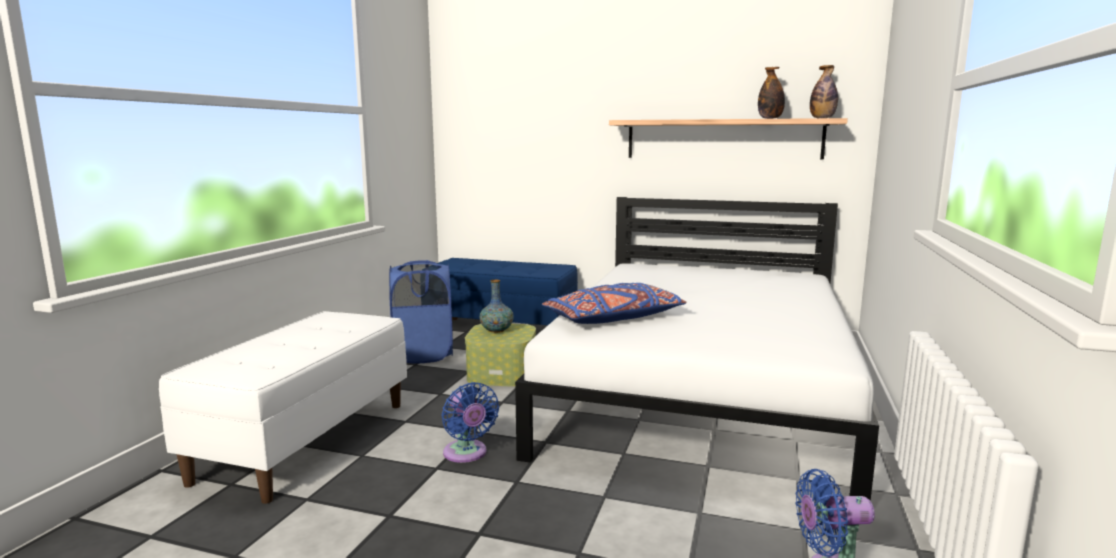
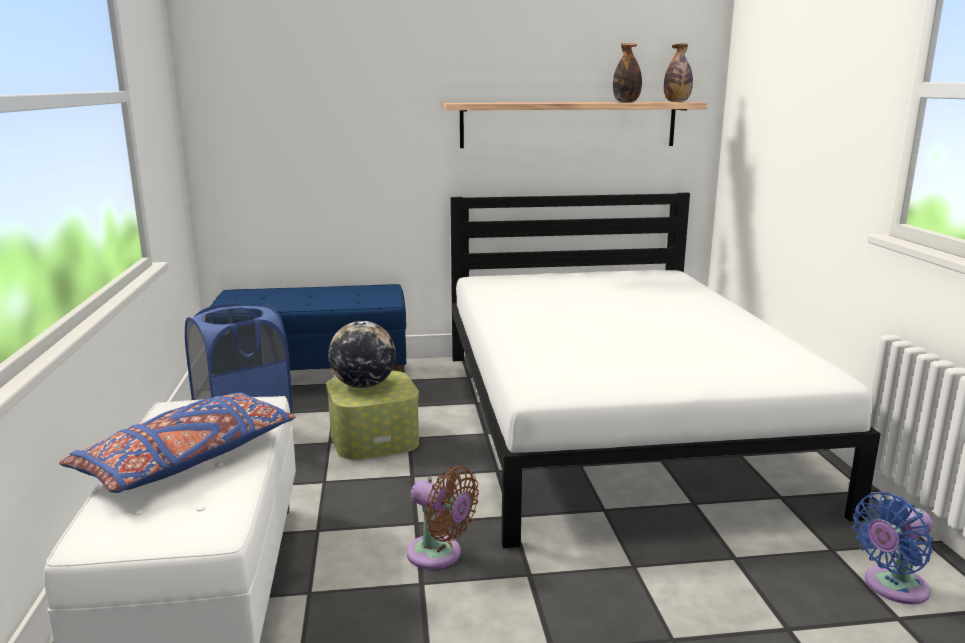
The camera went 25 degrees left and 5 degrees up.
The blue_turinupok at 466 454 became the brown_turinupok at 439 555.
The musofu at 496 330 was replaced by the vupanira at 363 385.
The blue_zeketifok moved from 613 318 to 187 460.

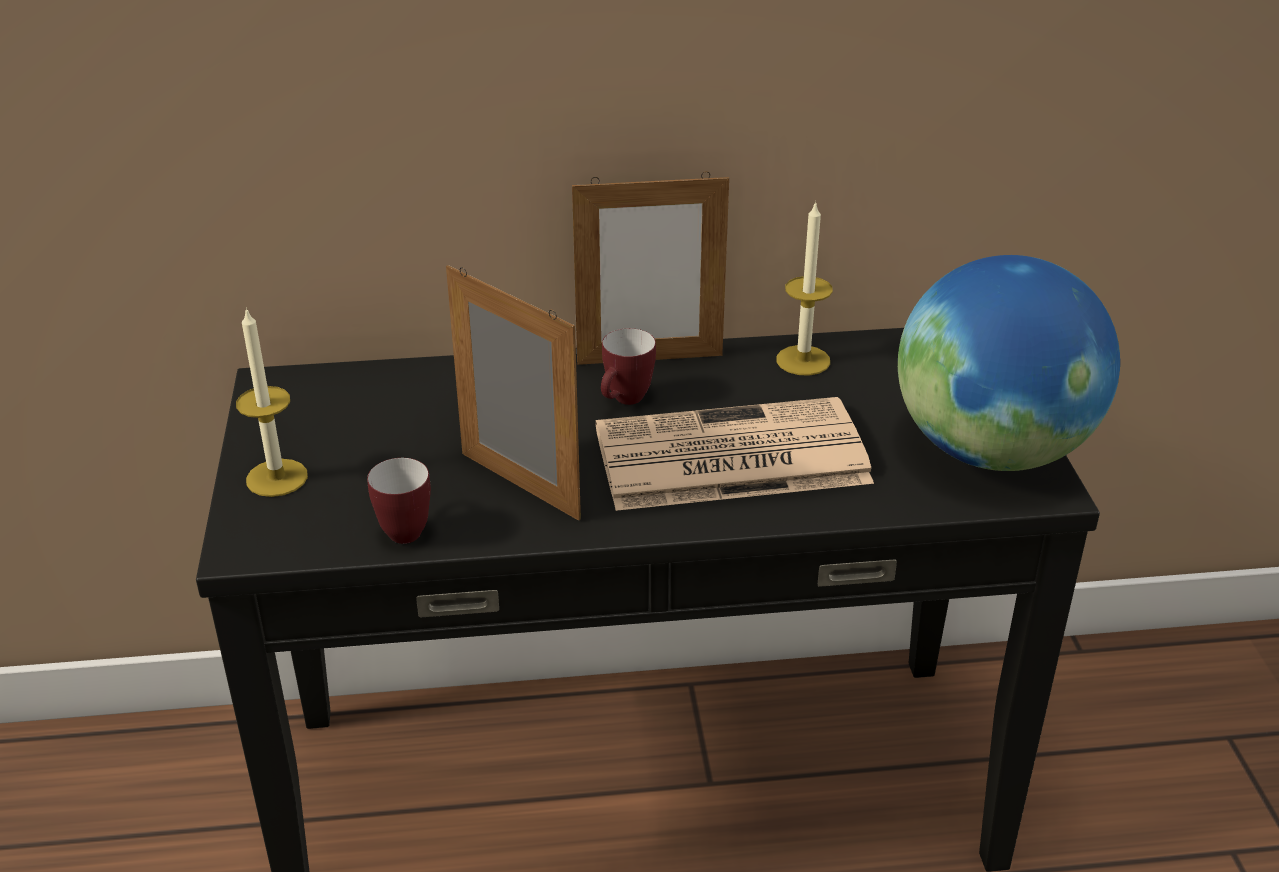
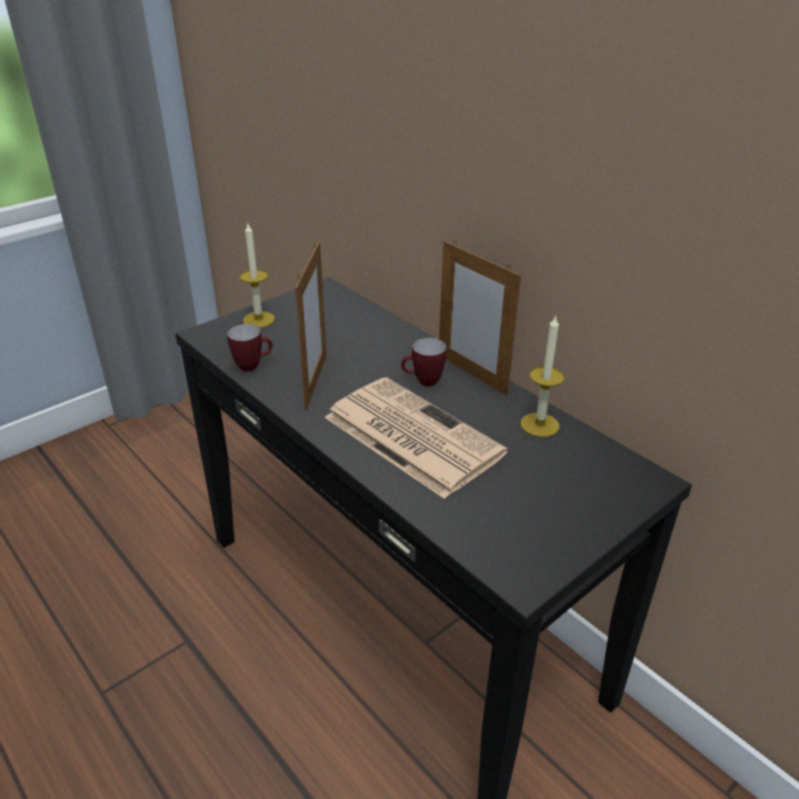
The camera went 55 degrees right and 0 degrees up.
The vupanira at 990 450 disappeared.

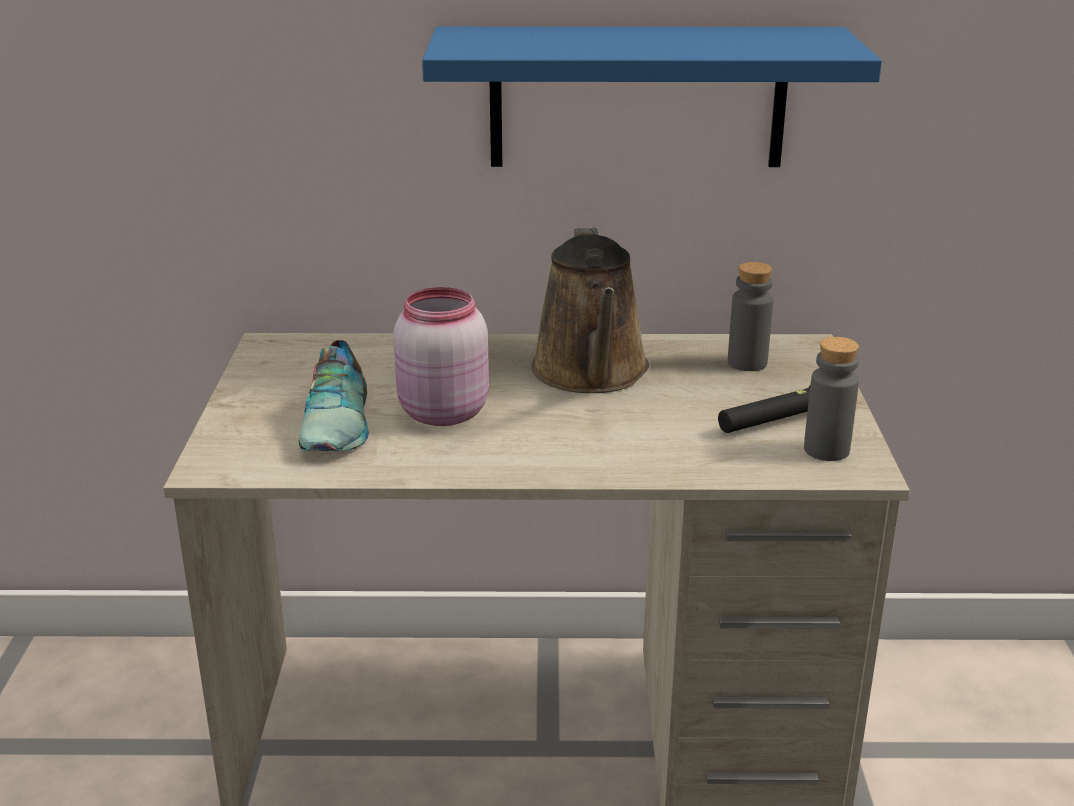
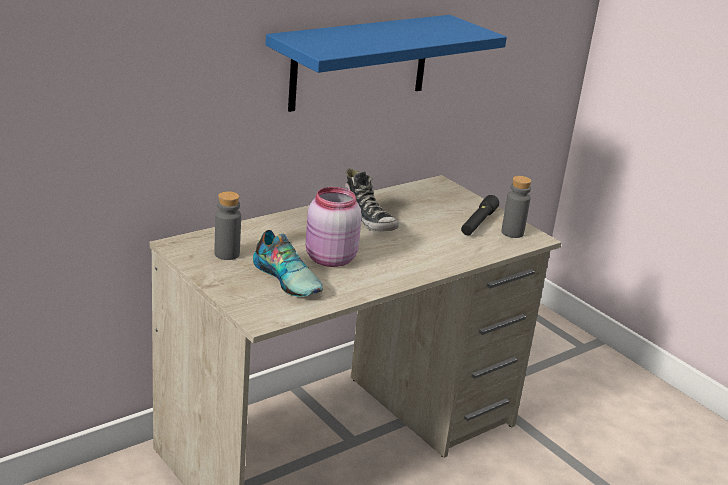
The camera went 40 degrees left and 0 degrees up.
The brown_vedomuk at 591 373 was replaced by the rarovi at 368 220.
The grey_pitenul moved from 747 363 to 227 254.

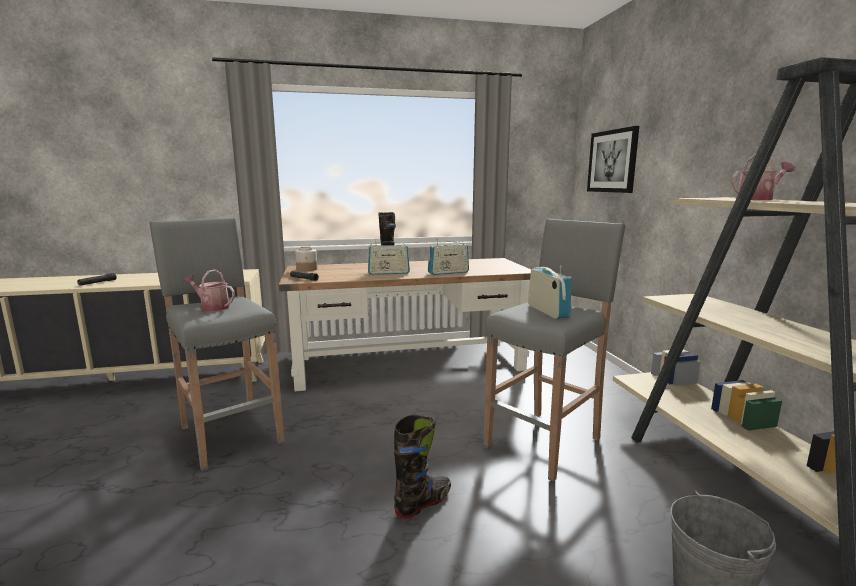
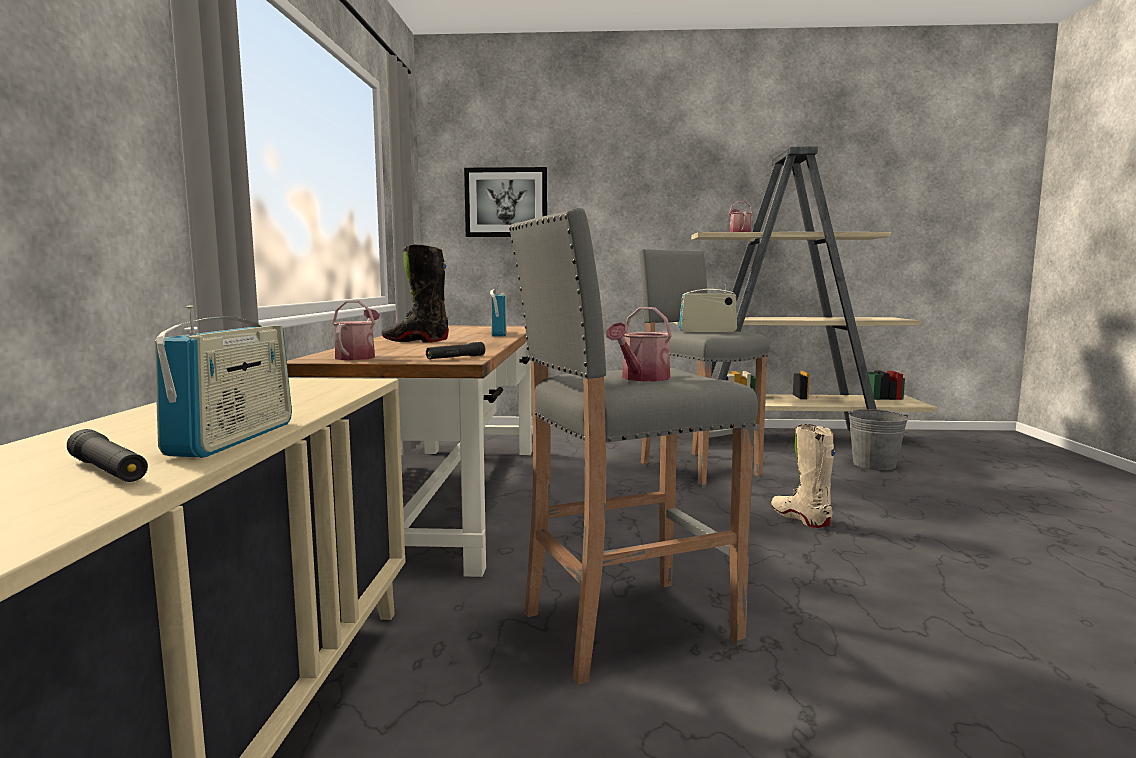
The camera went 75 degrees left and 5 degrees down.
The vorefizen at 307 269 was replaced by the vedomuk at 358 357.
The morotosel moved from 388 273 to 233 438.
The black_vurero at 423 502 became the beige_vurero at 800 518.

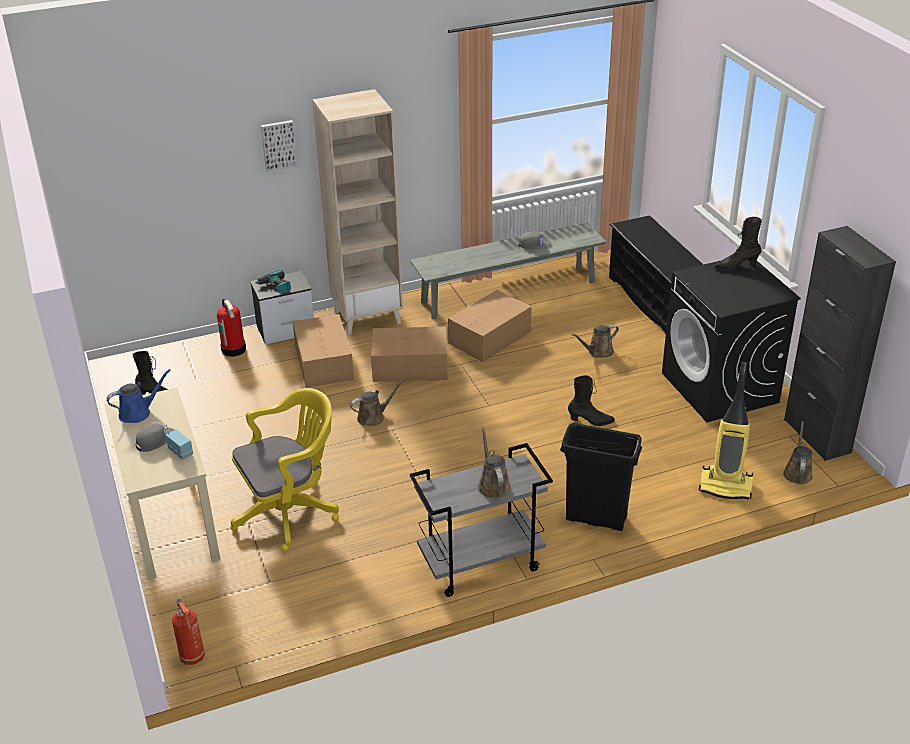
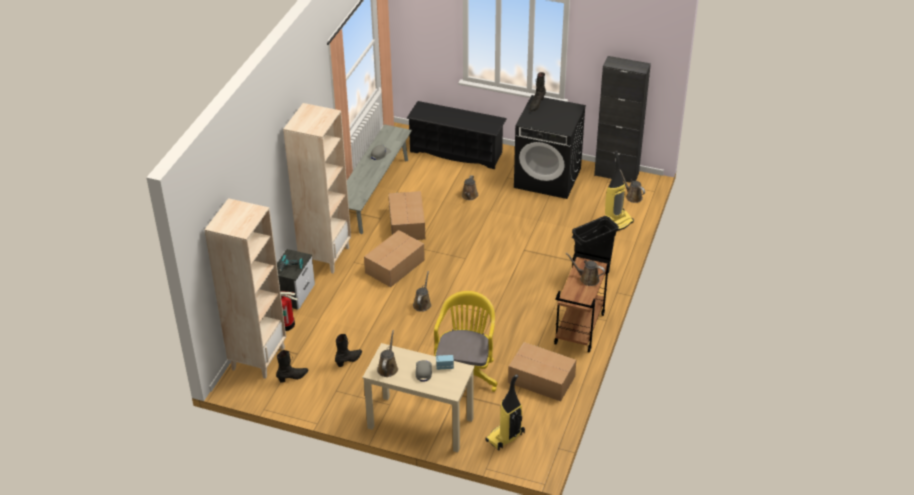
The camera went 50 degrees left and 5 degrees up.
The blue_vedomuk at 138 413 became the brown_vedomuk at 388 367.
The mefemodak at 193 658 disappeared.
The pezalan at 278 145 disappeared.
The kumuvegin moved from 323 363 to 542 380.
The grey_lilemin at 480 564 became the brown_lilemin at 580 329.
The black_vurero moved from 590 421 to 349 360.
The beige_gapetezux at 258 358 appeared.
The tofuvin at 505 437 appeared.

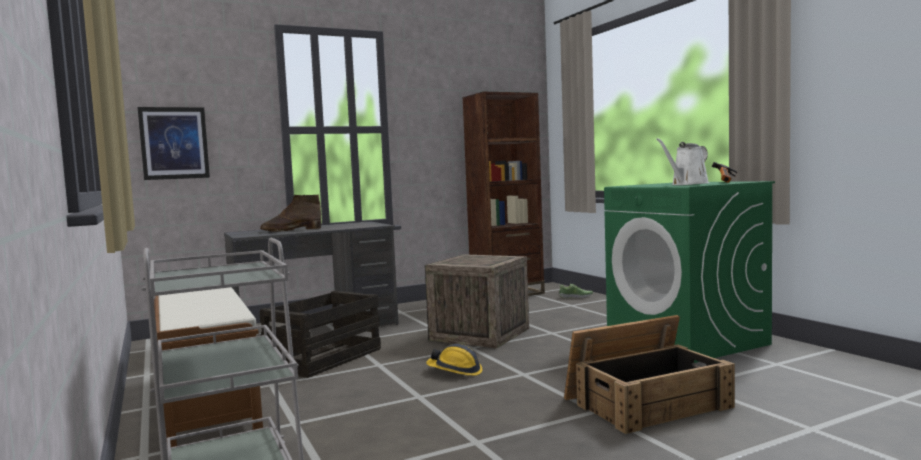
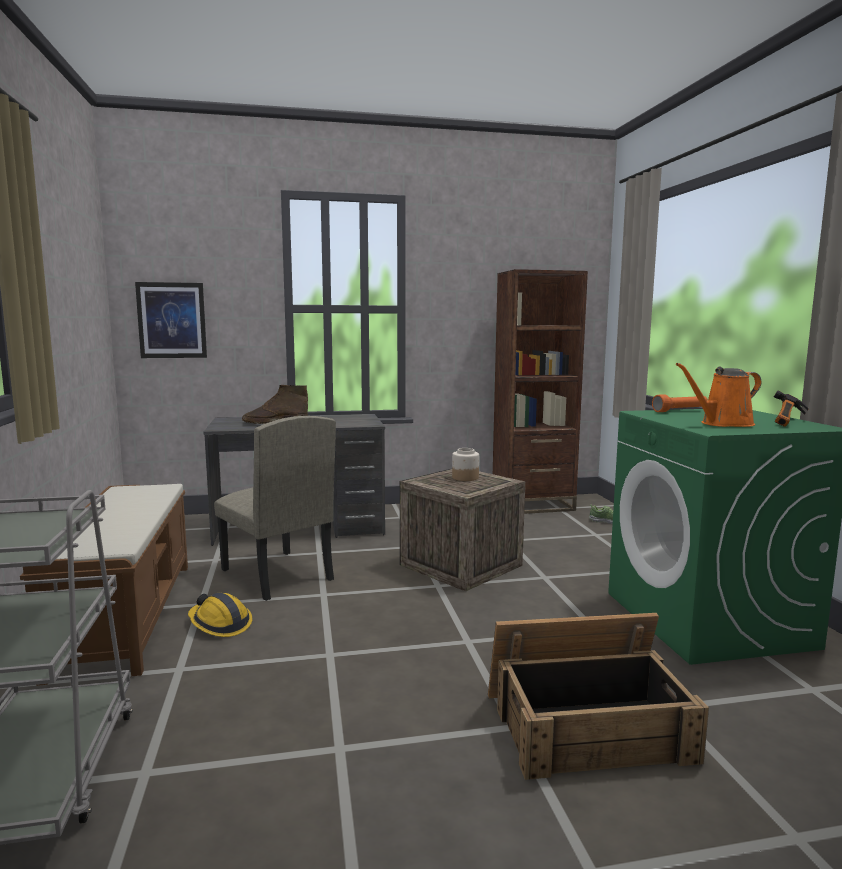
The camera went 15 degrees right and 5 degrees up.
The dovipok at 324 359 was replaced by the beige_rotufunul at 276 575.
The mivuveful moved from 455 371 to 219 624.
The white_vedomuk at 687 184 became the orange_vedomuk at 723 424.
The vorefizen at 465 478 appeared.
The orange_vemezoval at 680 411 appeared.

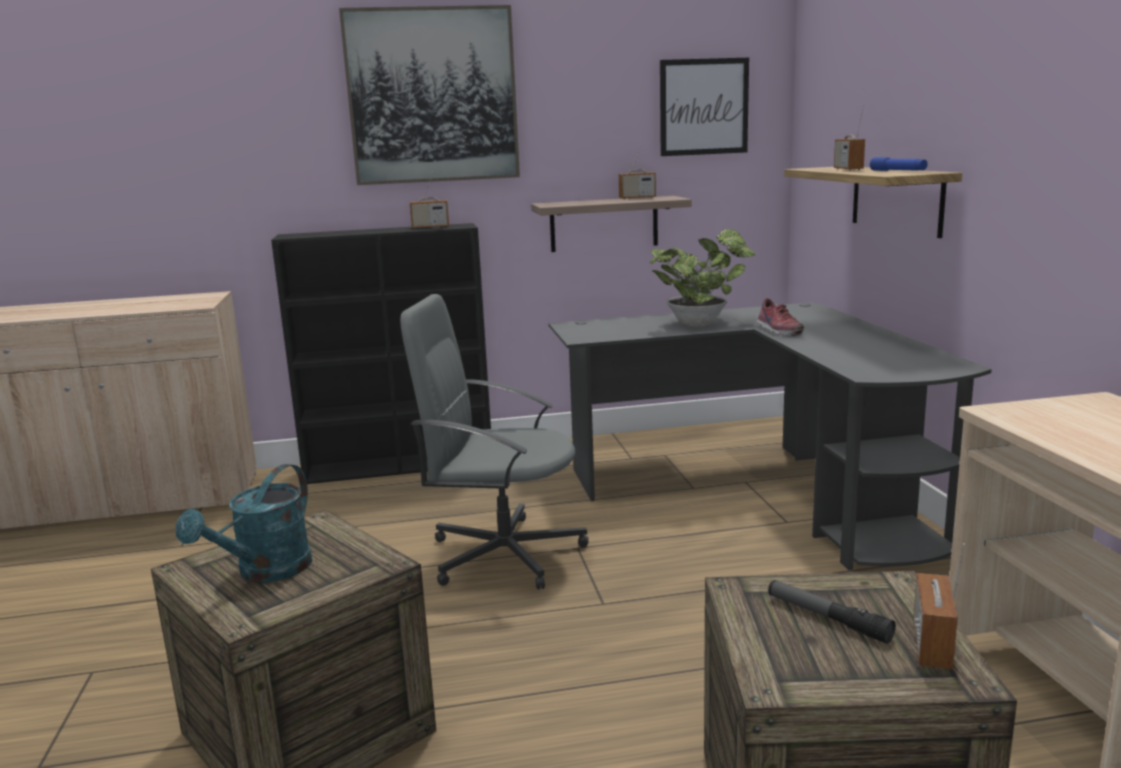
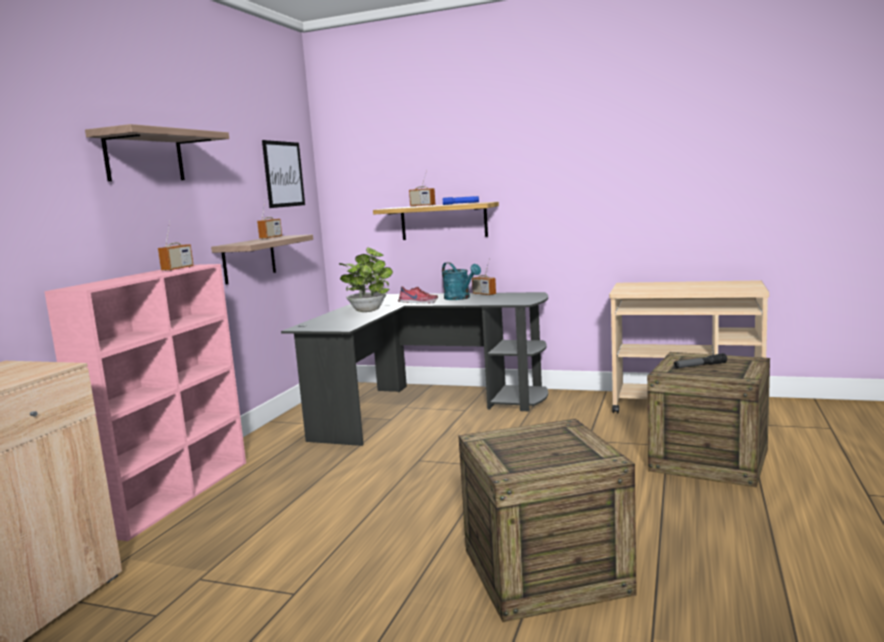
The camera went 60 degrees left and 5 degrees down.
The turquoise_vedomuk moved from 265 572 to 460 298.
The black_gapetezux at 401 465 became the pink_gapetezux at 176 494.
The pezalan at 432 96 was replaced by the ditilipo at 144 157.
The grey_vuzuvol at 503 554 disappeared.
The morotosel moved from 931 646 to 484 294.

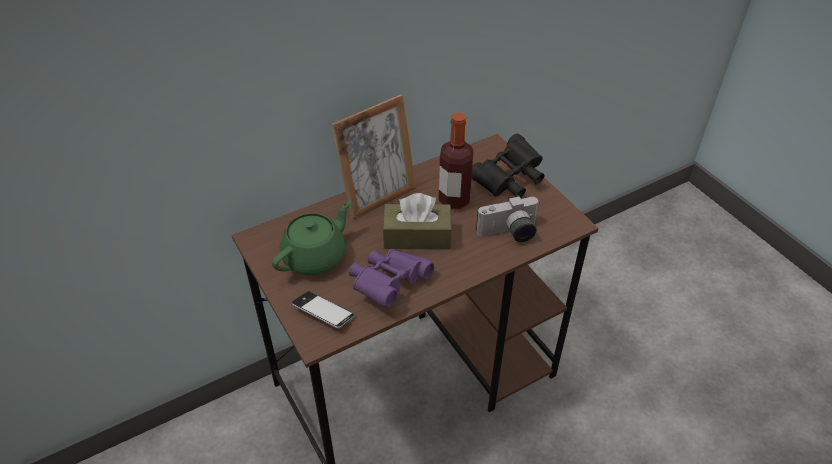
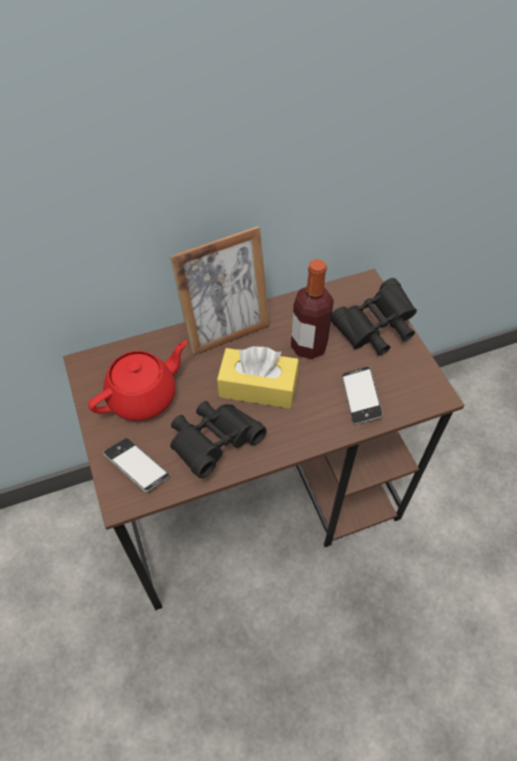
The camera went 10 degrees right and 10 degrees up.
The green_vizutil at 315 257 became the red_vizutil at 144 396.
The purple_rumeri at 388 284 became the black_rumeri at 214 442.
The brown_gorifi at 417 236 became the yellow_gorifi at 258 387.
The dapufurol at 509 233 was replaced by the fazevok at 361 398.

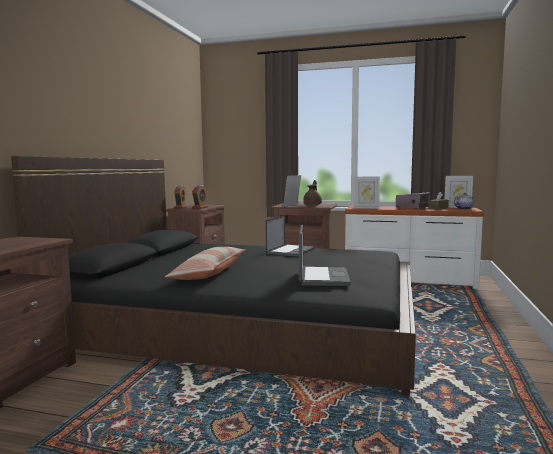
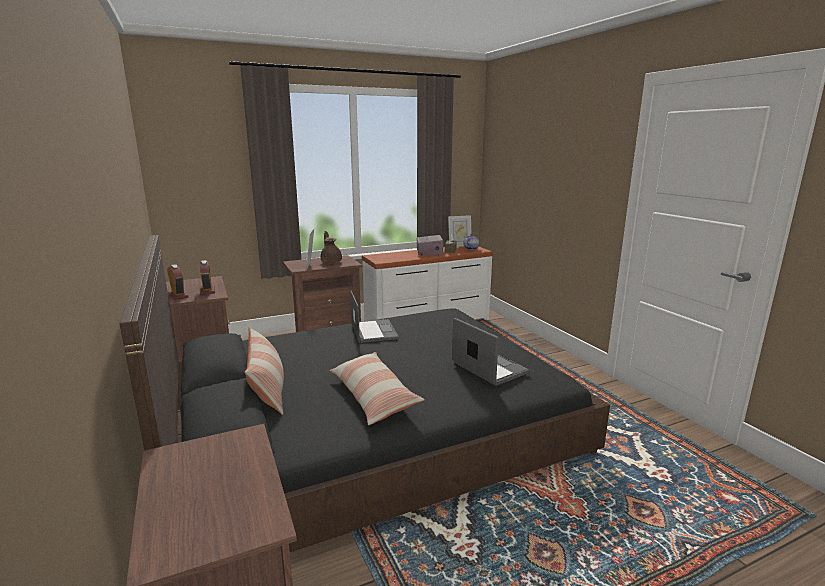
The camera went 40 degrees left and 10 degrees up.
The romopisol at 366 208 disappeared.
The zeketifok at 267 387 appeared.

